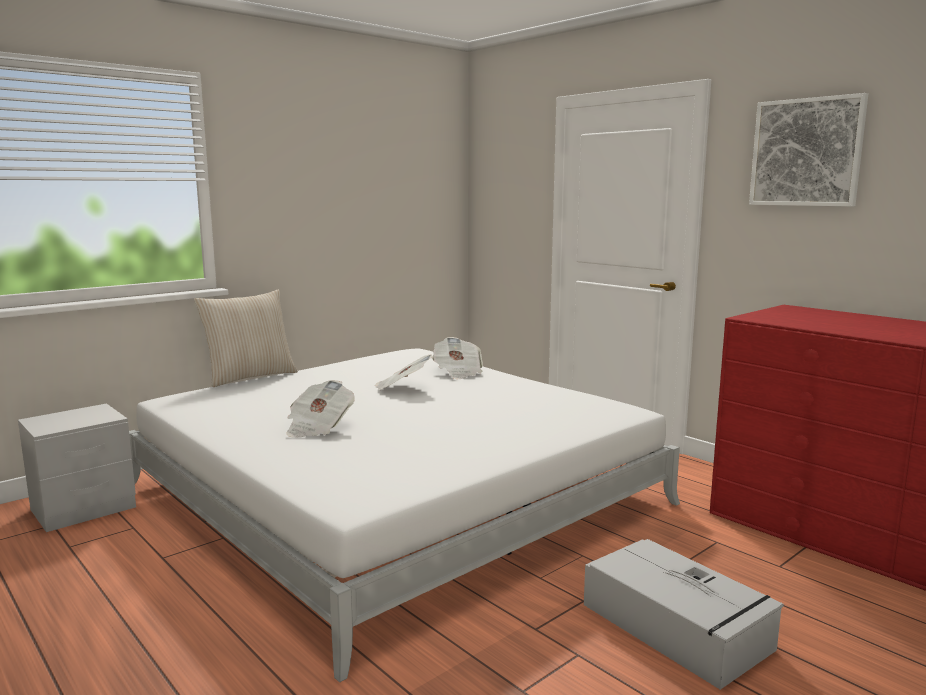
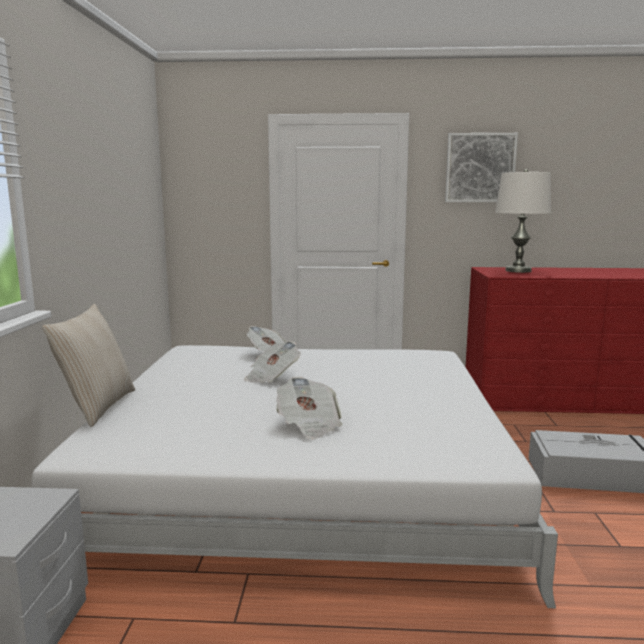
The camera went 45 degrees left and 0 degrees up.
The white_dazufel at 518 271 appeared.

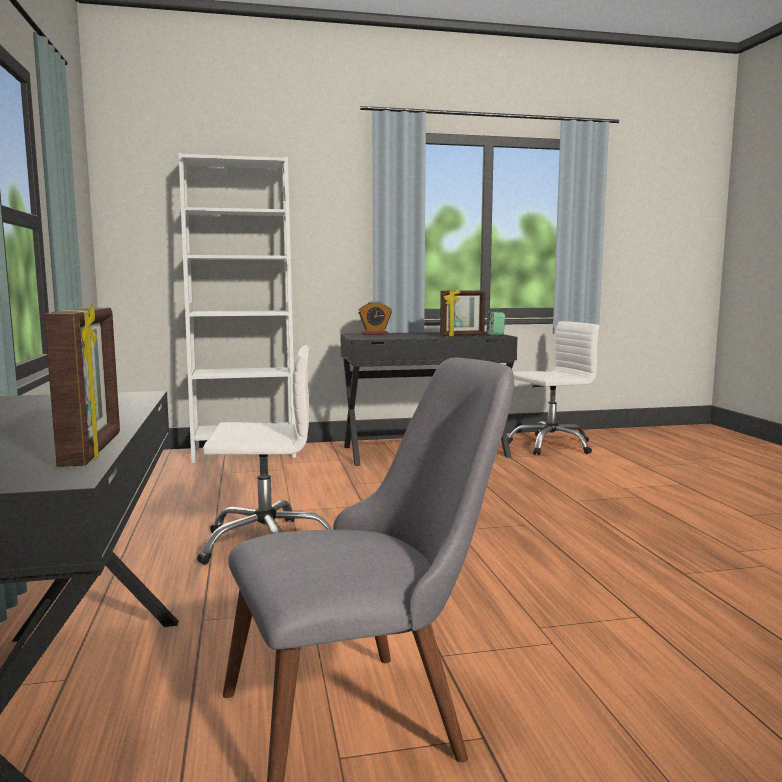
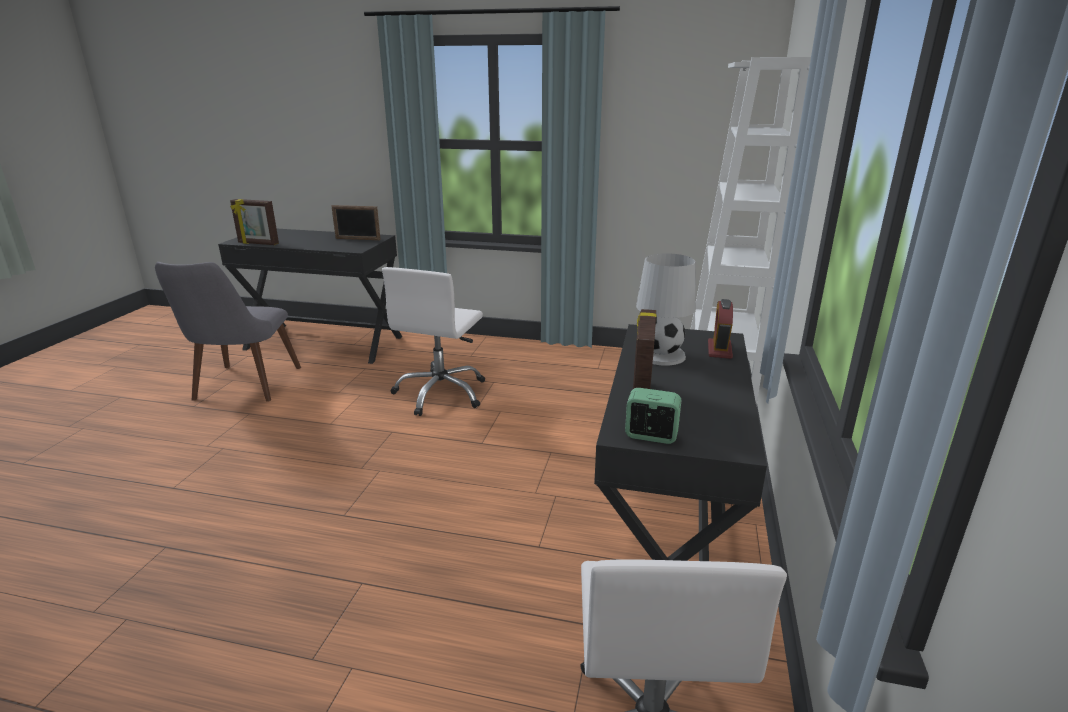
The camera went 115 degrees right and 15 degrees up.
The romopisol at 357 239 appeared.
The white_dazufel at 661 355 appeared.

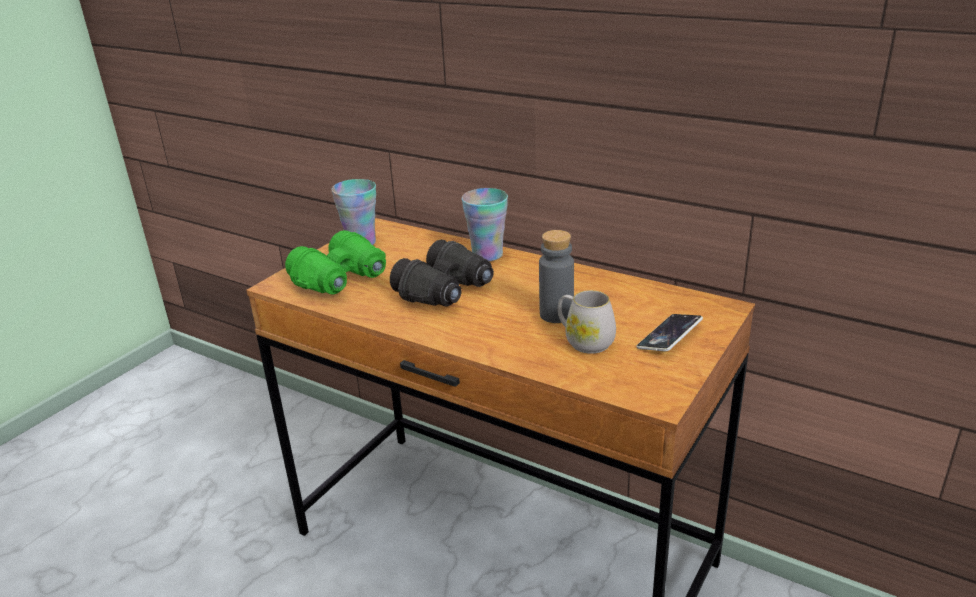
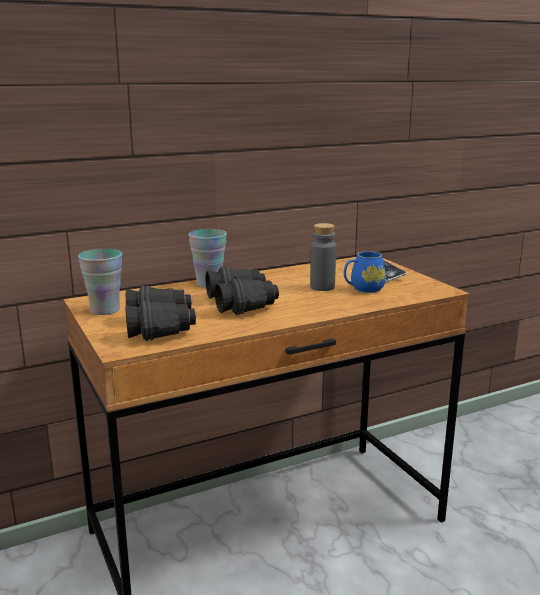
The camera went 60 degrees left and 10 degrees down.
The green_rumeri at 342 280 became the black_rumeri at 160 327.
The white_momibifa at 584 341 became the blue_momibifa at 363 289.

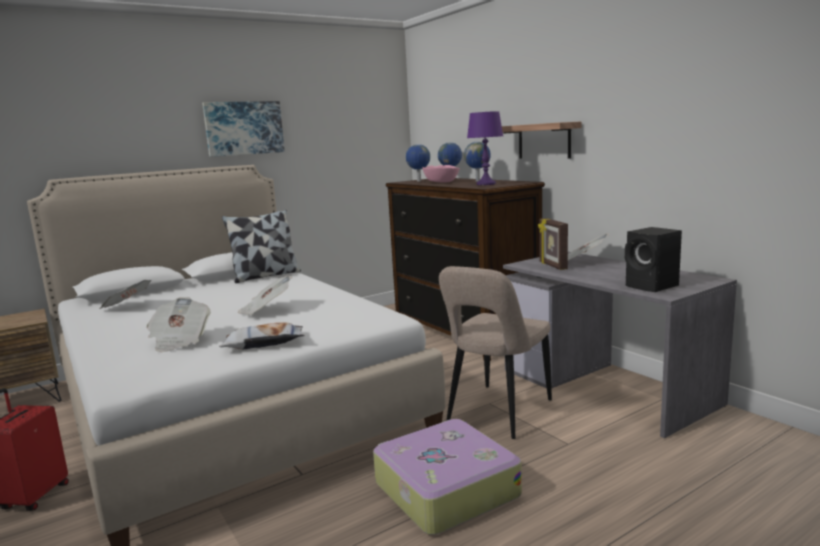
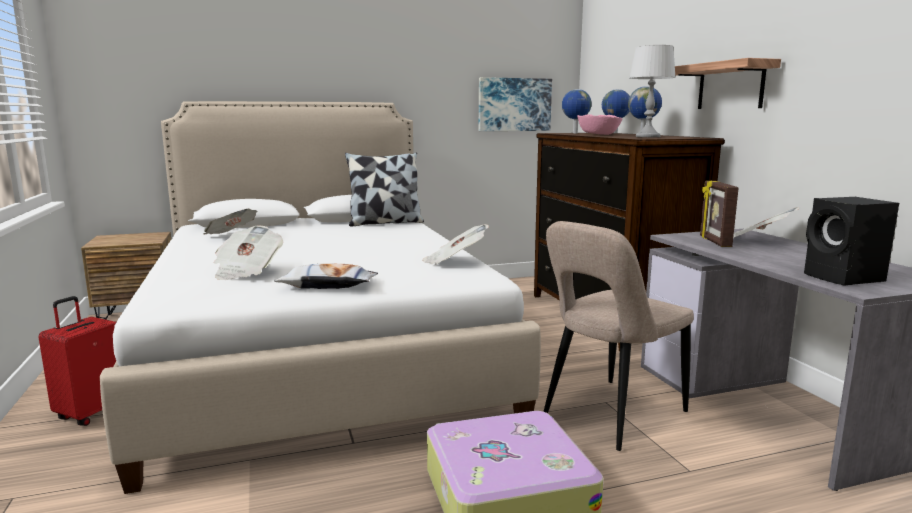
The camera went 15 degrees right and 0 degrees up.
The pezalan moved from 244 128 to 514 104.
The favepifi moved from 266 310 to 454 262.
The purple_dazufel at 486 184 became the grey_dazufel at 648 136.

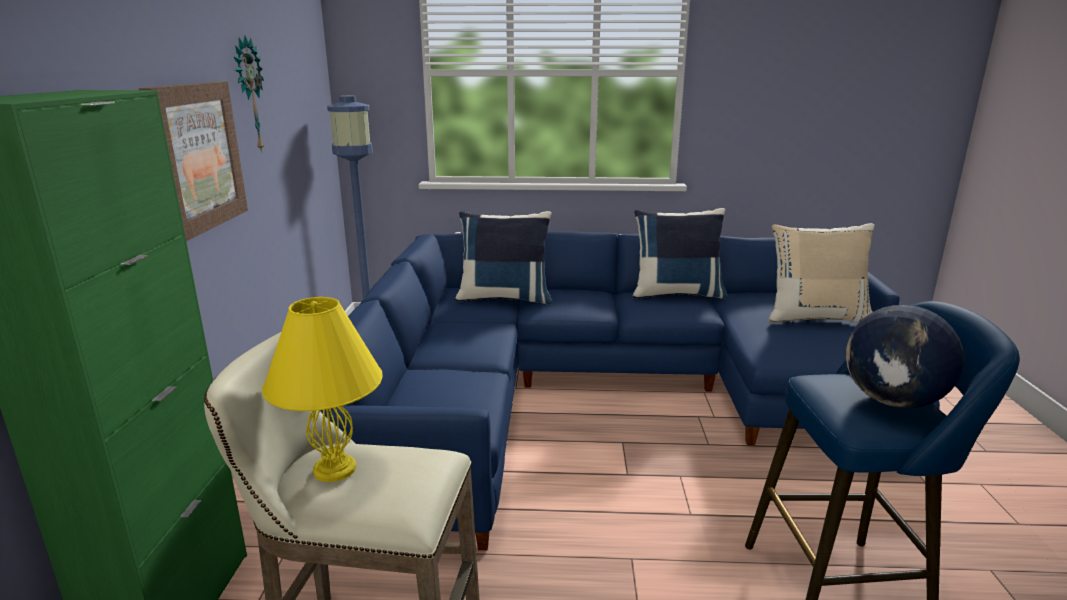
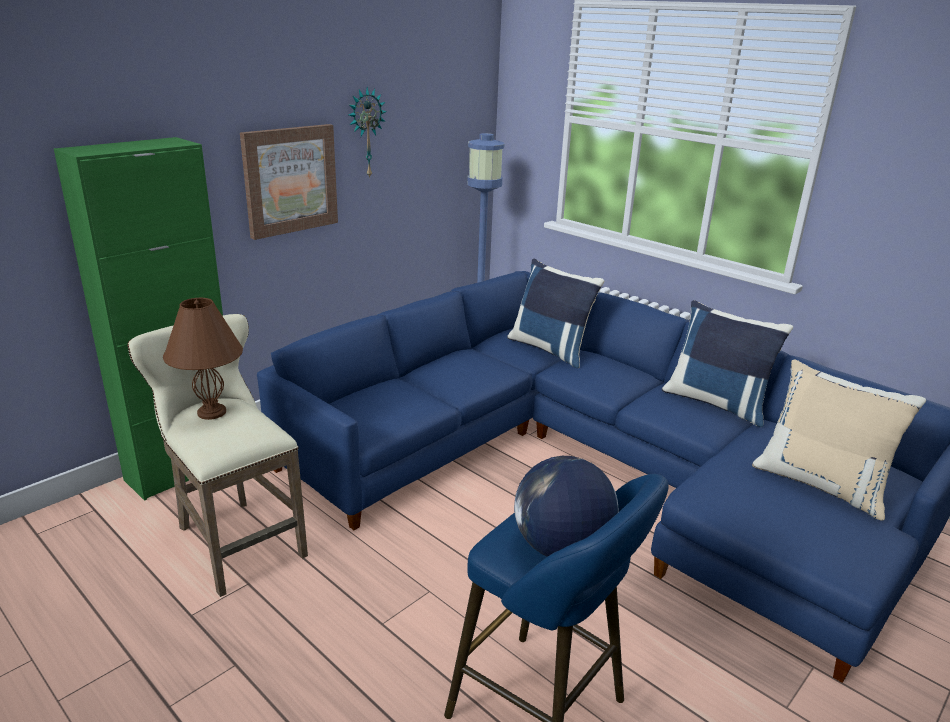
The camera went 40 degrees right and 5 degrees up.
The yellow_dazufel at 336 469 became the brown_dazufel at 212 412.

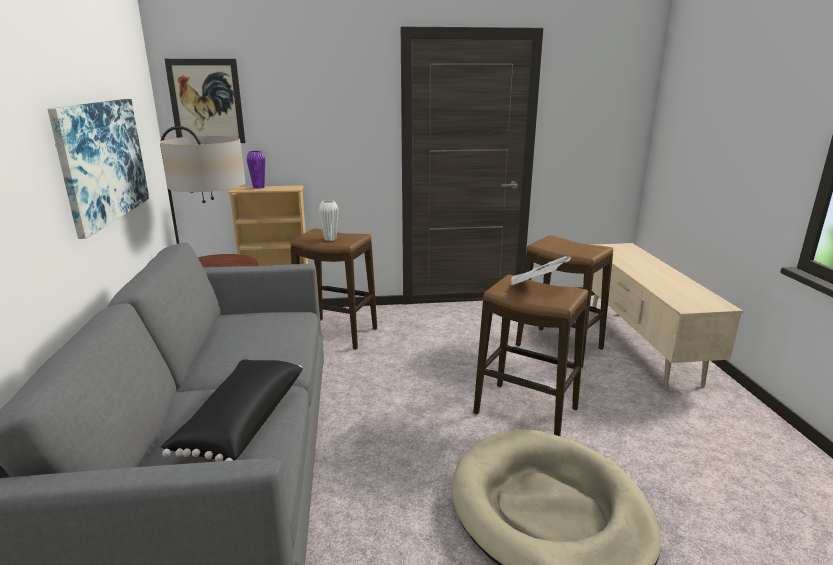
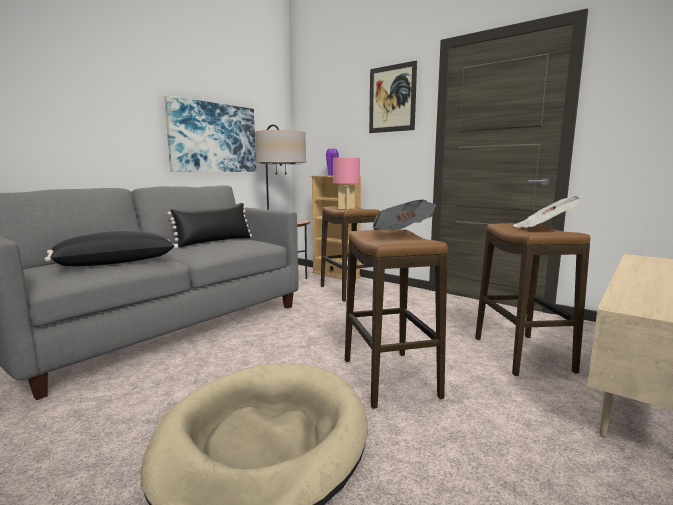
The camera went 45 degrees right and 10 degrees down.
The pezalan moved from 206 102 to 392 98.
The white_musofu at 330 239 was replaced by the pink_dazufel at 346 208.
The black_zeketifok at 214 242 appeared.
The favepifi at 544 228 appeared.

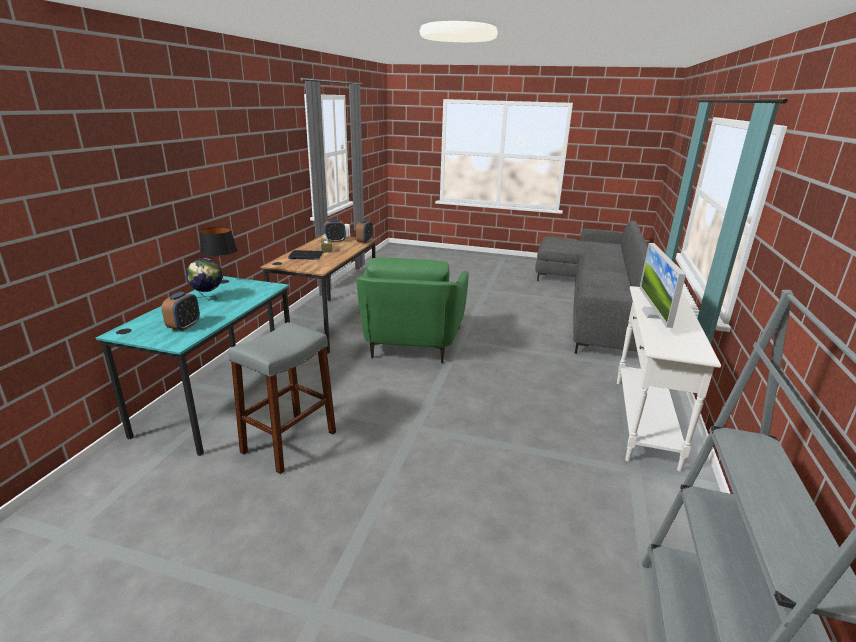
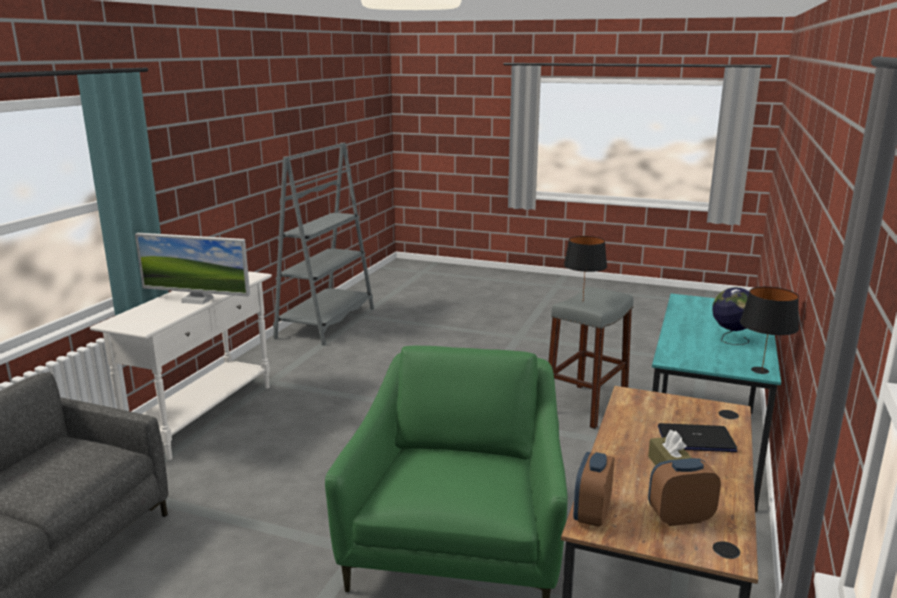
The camera went 175 degrees left and 5 degrees down.
The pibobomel at 184 326 disappeared.
The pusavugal at 653 314 turned 90 degrees clockwise.
The black_dazufel at 582 302 appeared.

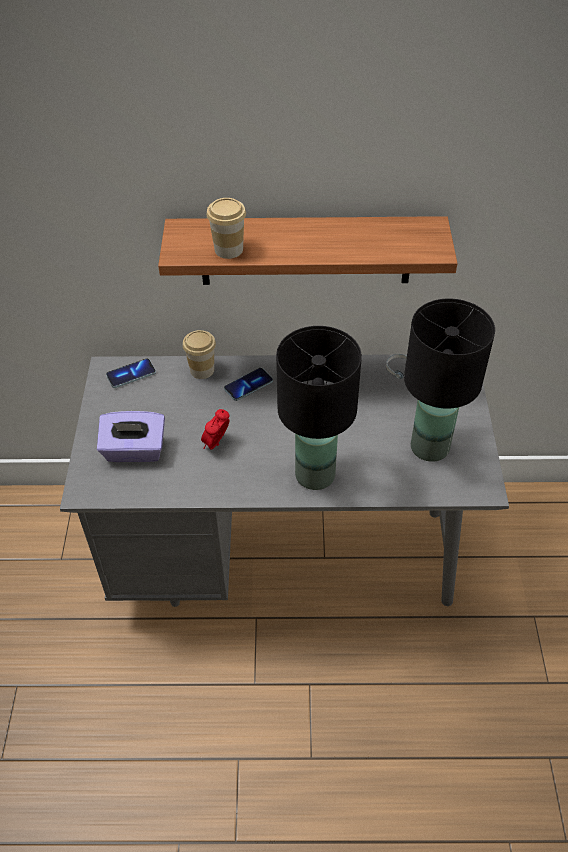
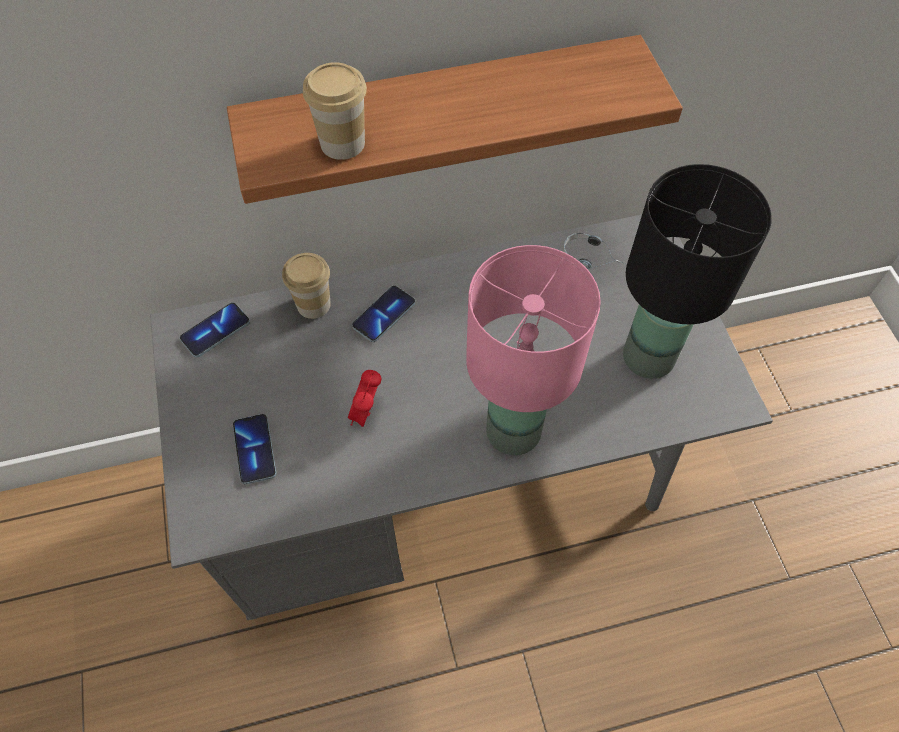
The camera went 15 degrees left and 10 degrees up.
The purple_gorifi at 134 451 was replaced by the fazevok at 254 449.
The black_dazufel at 315 474 became the pink_dazufel at 513 429.

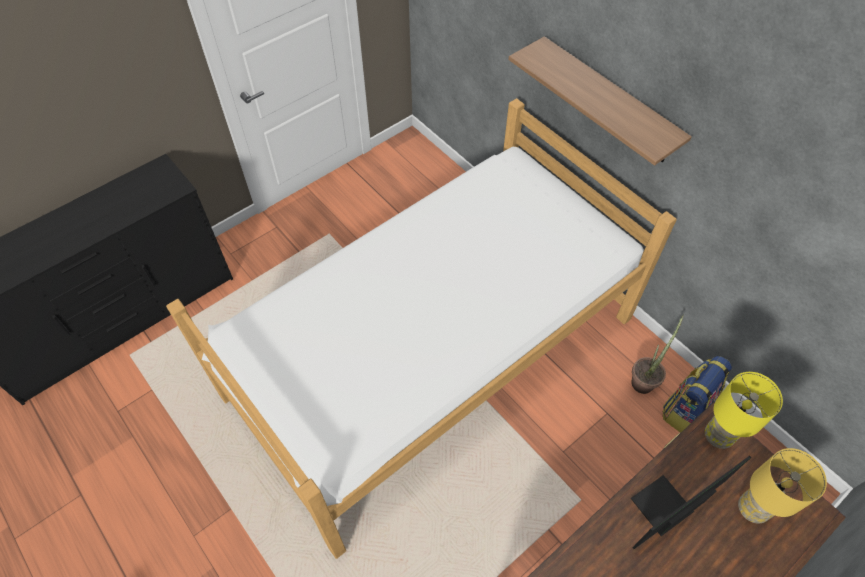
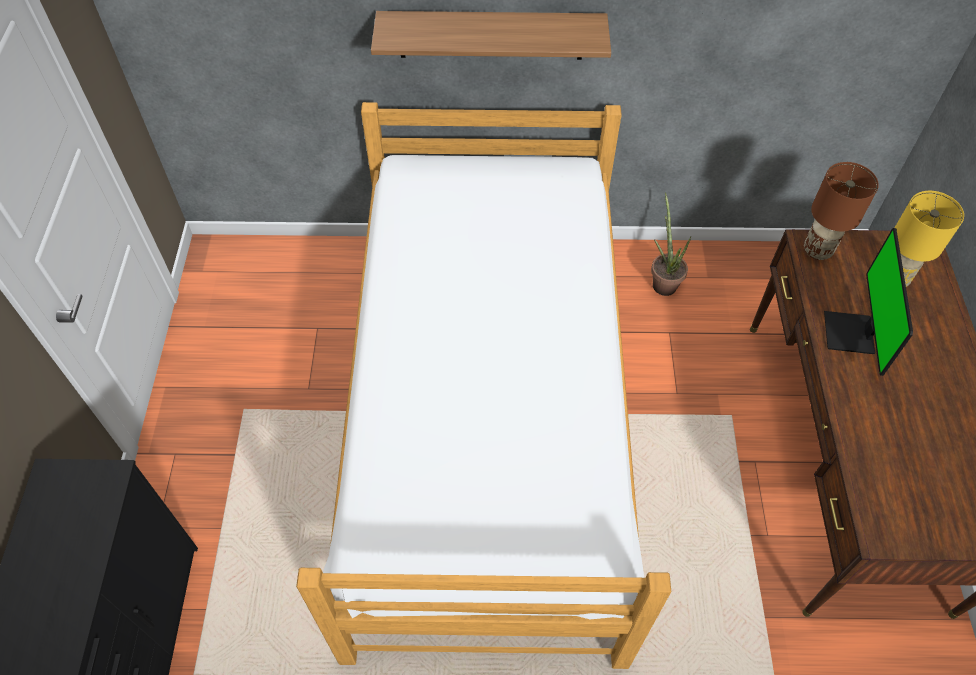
The camera went 50 degrees left and 0 degrees up.
The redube at 686 409 disappeared.
The yellow_dazufel at 718 435 became the brown_dazufel at 817 250.

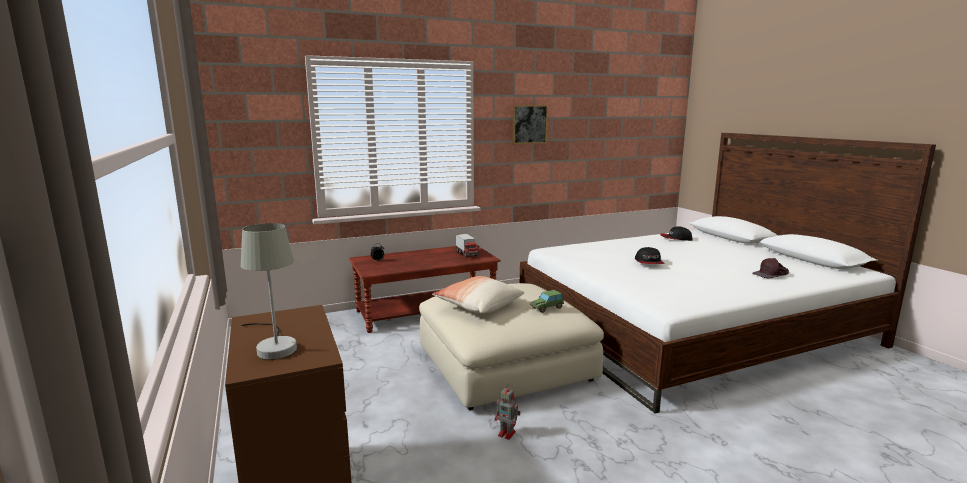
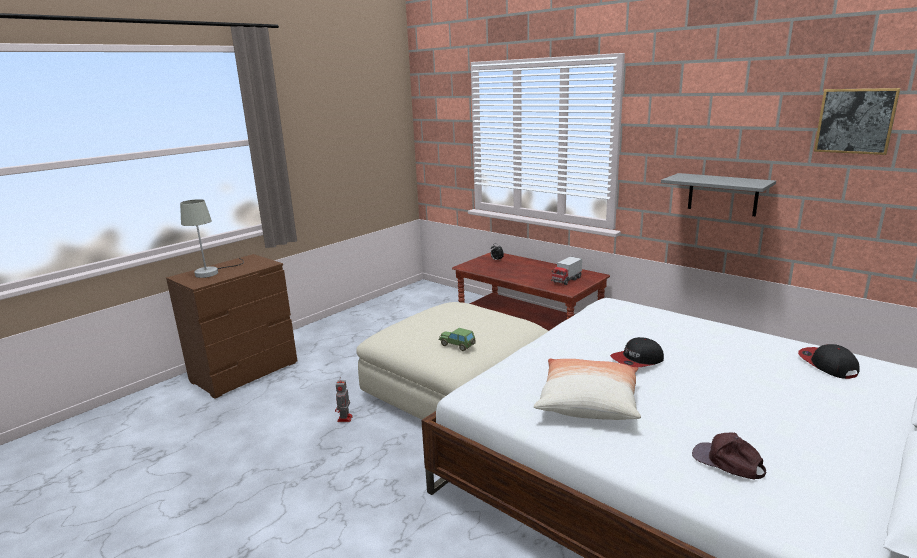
The camera went 65 degrees right and 5 degrees up.
The zeketifok moved from 478 306 to 588 402.
The pezalan moved from 529 124 to 855 121.
The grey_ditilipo at 722 194 appeared.

